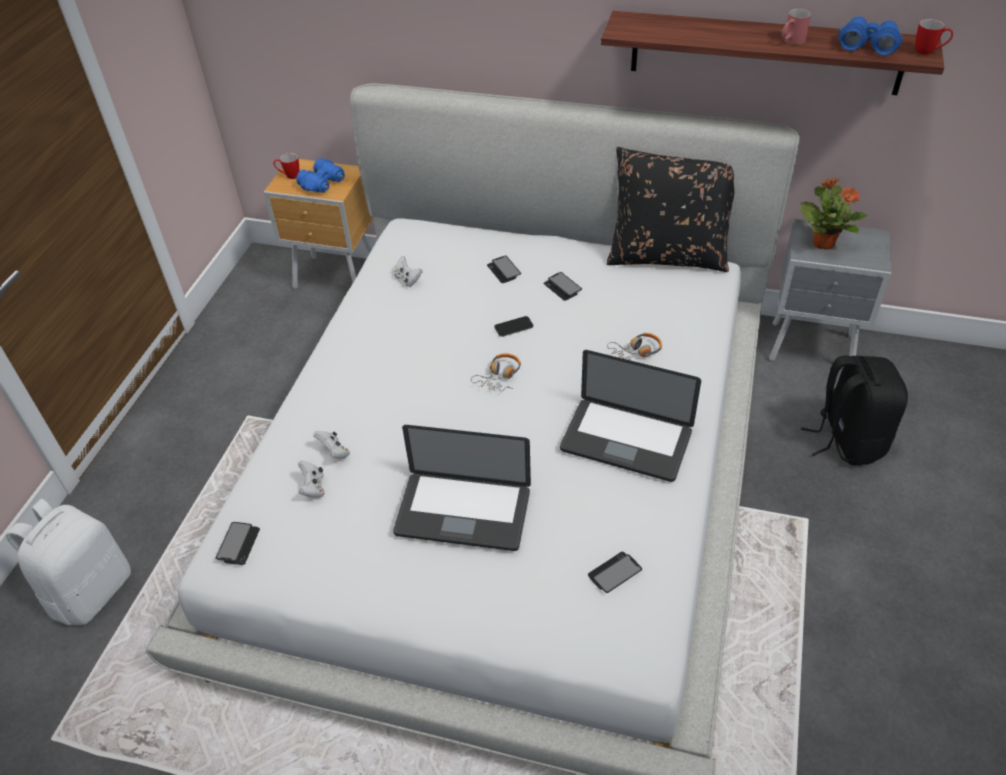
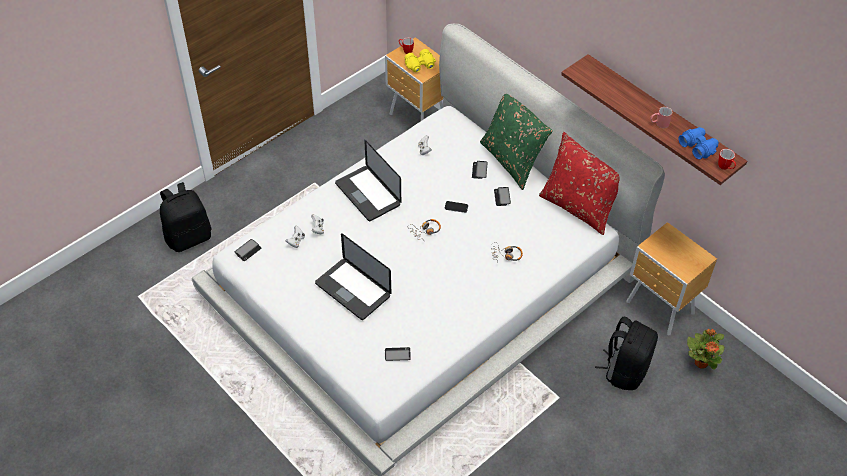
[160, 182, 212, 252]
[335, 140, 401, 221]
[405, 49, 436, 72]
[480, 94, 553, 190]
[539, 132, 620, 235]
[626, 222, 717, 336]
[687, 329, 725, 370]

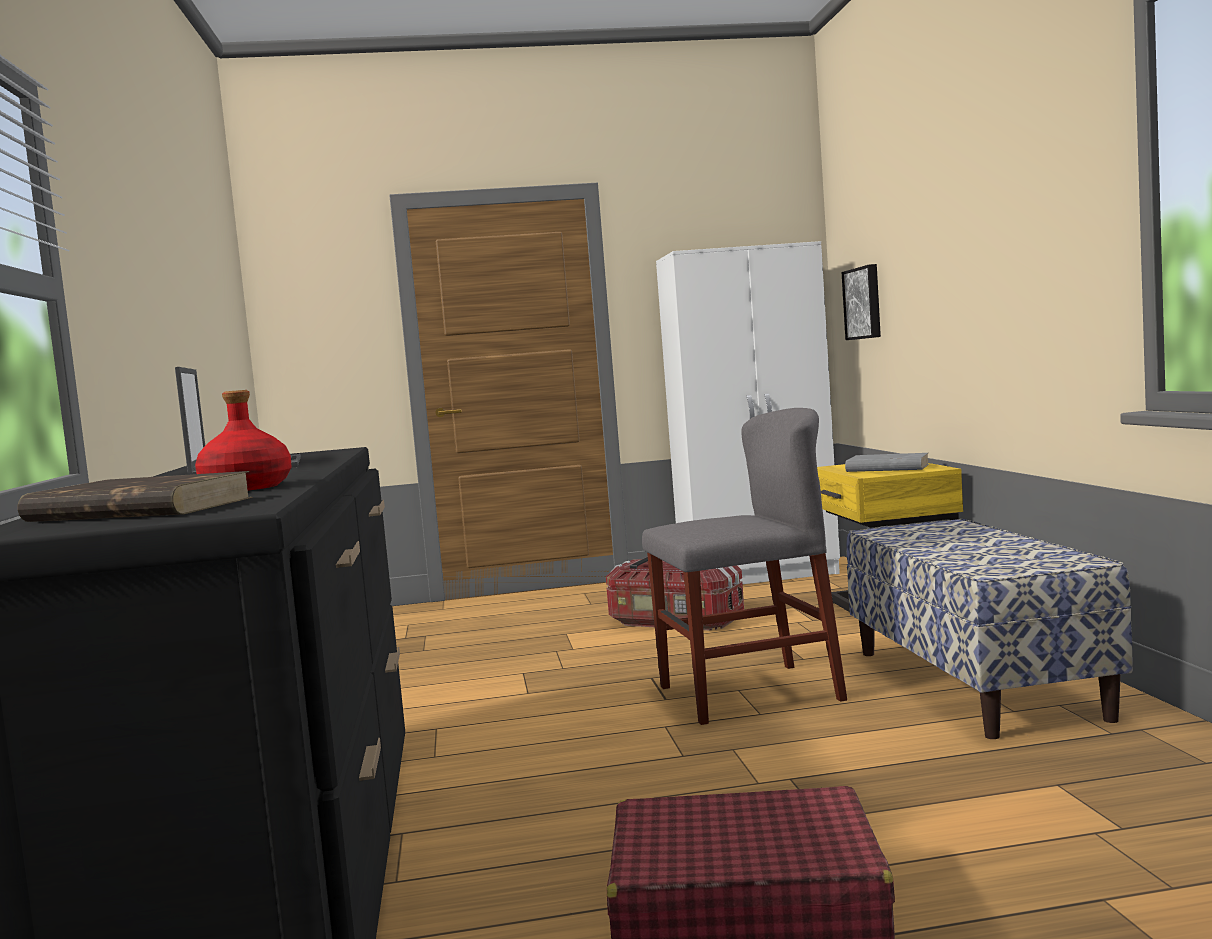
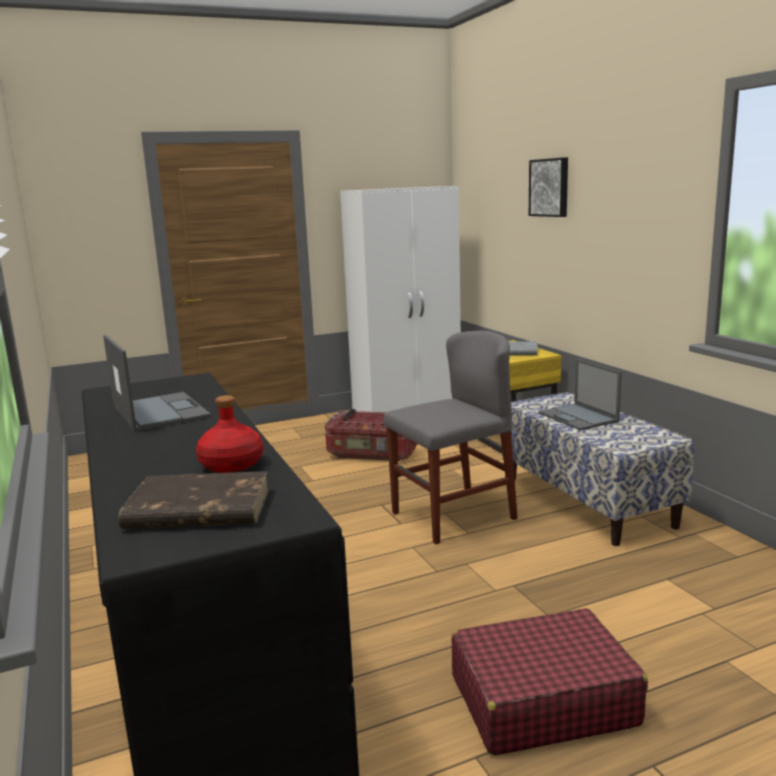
[529, 157, 568, 217]
[538, 359, 622, 430]

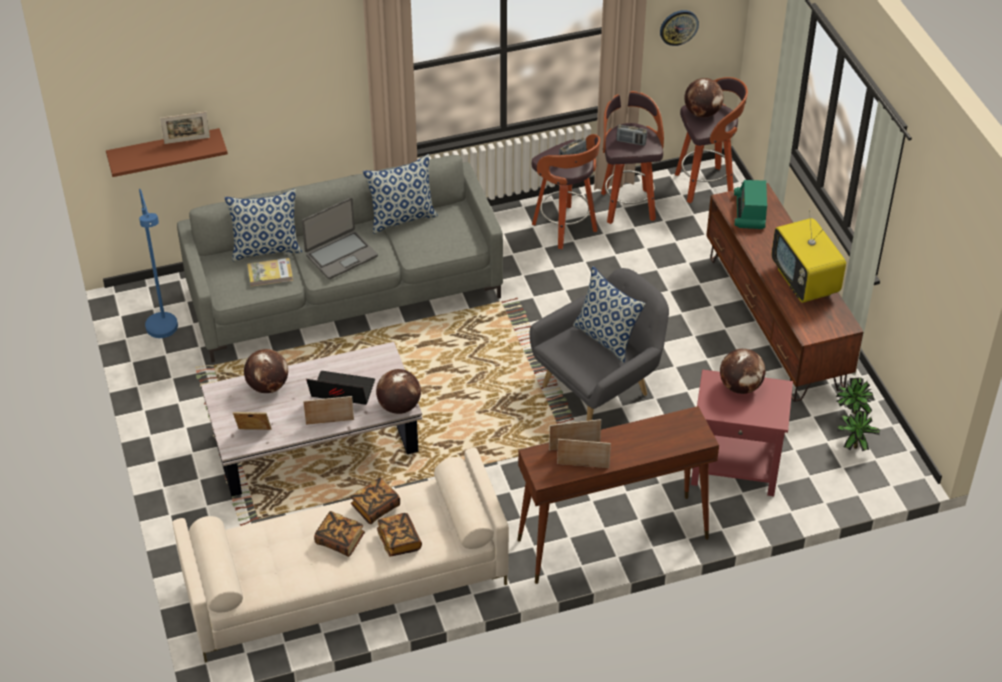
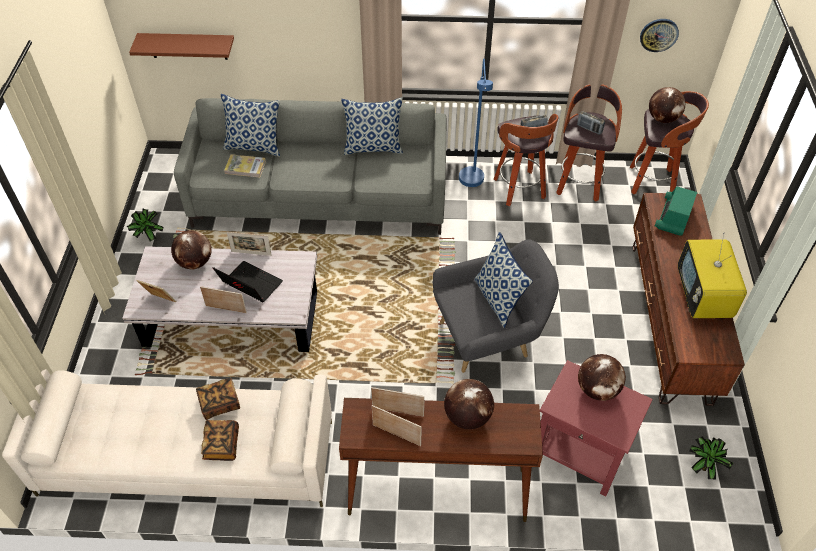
[127, 209, 163, 242]
[227, 232, 272, 256]
[444, 379, 494, 429]
[459, 59, 493, 187]
[302, 198, 378, 279] (first image)
[314, 511, 365, 557] (first image)

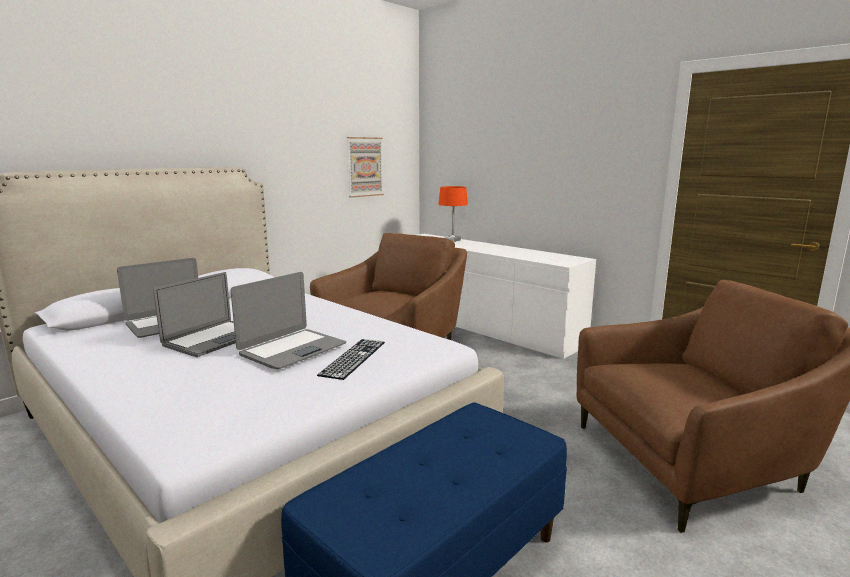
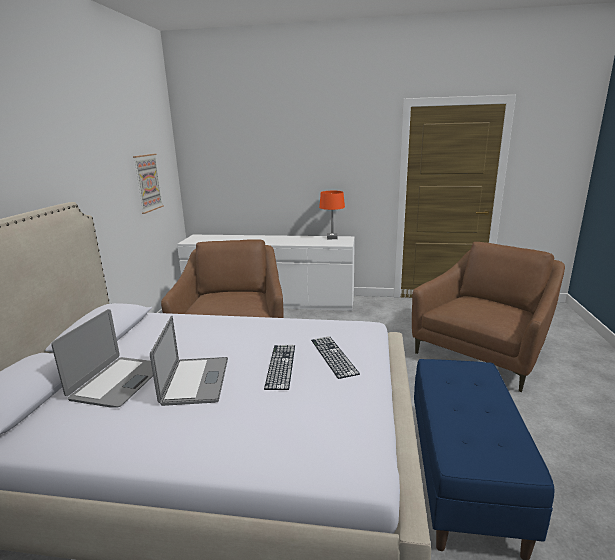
[264, 345, 295, 390]
[319, 191, 345, 239]

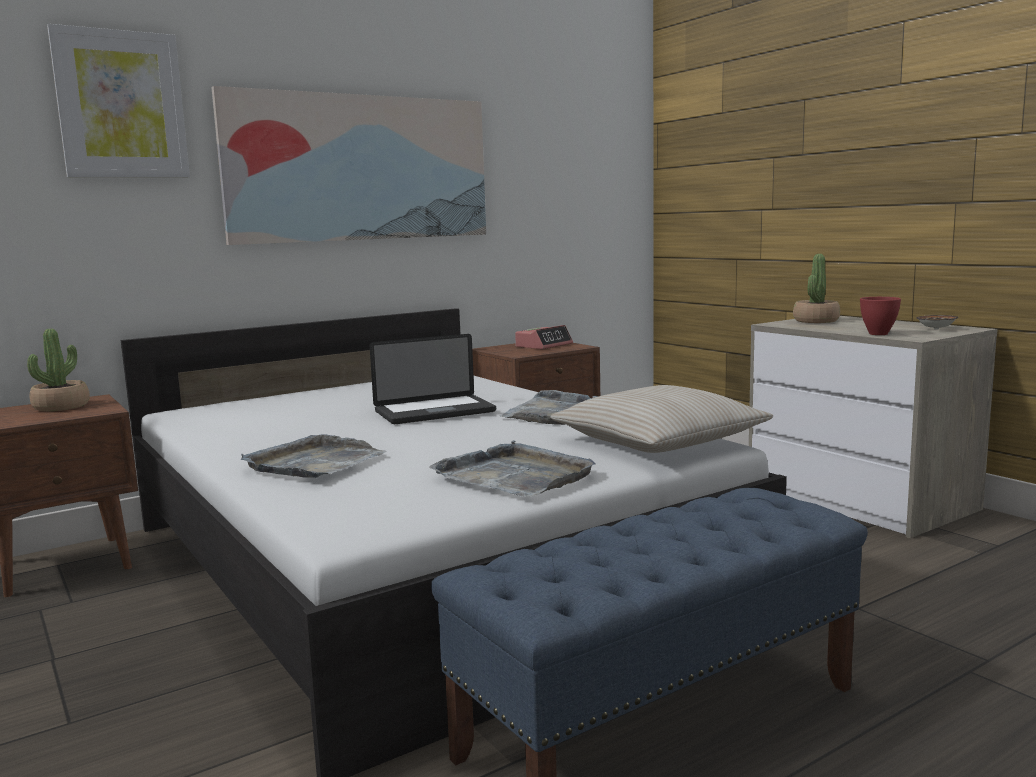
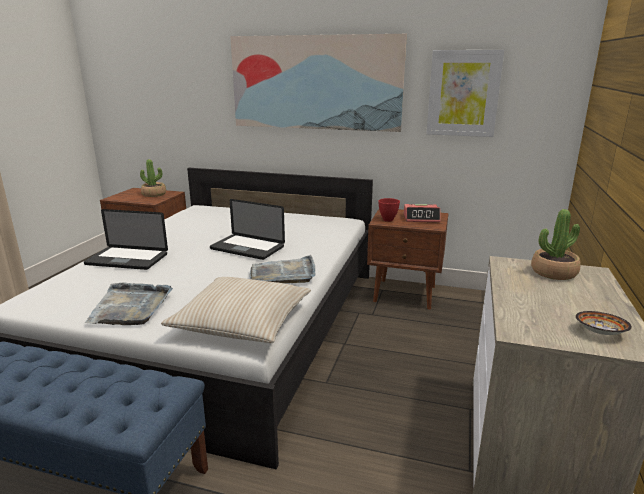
[84, 209, 168, 270]
[378, 198, 400, 222]
[426, 50, 504, 137]

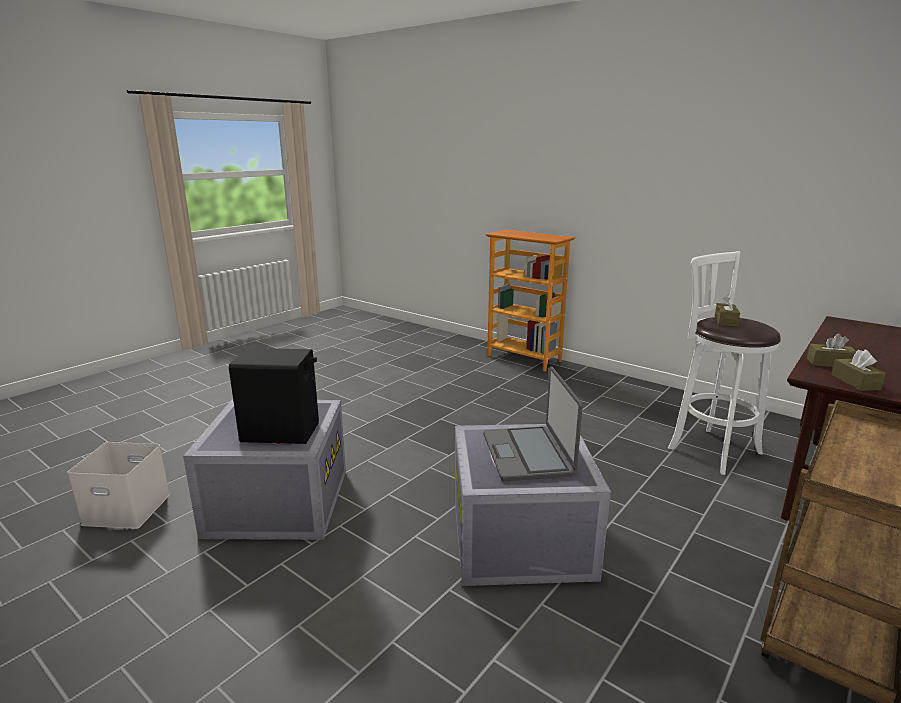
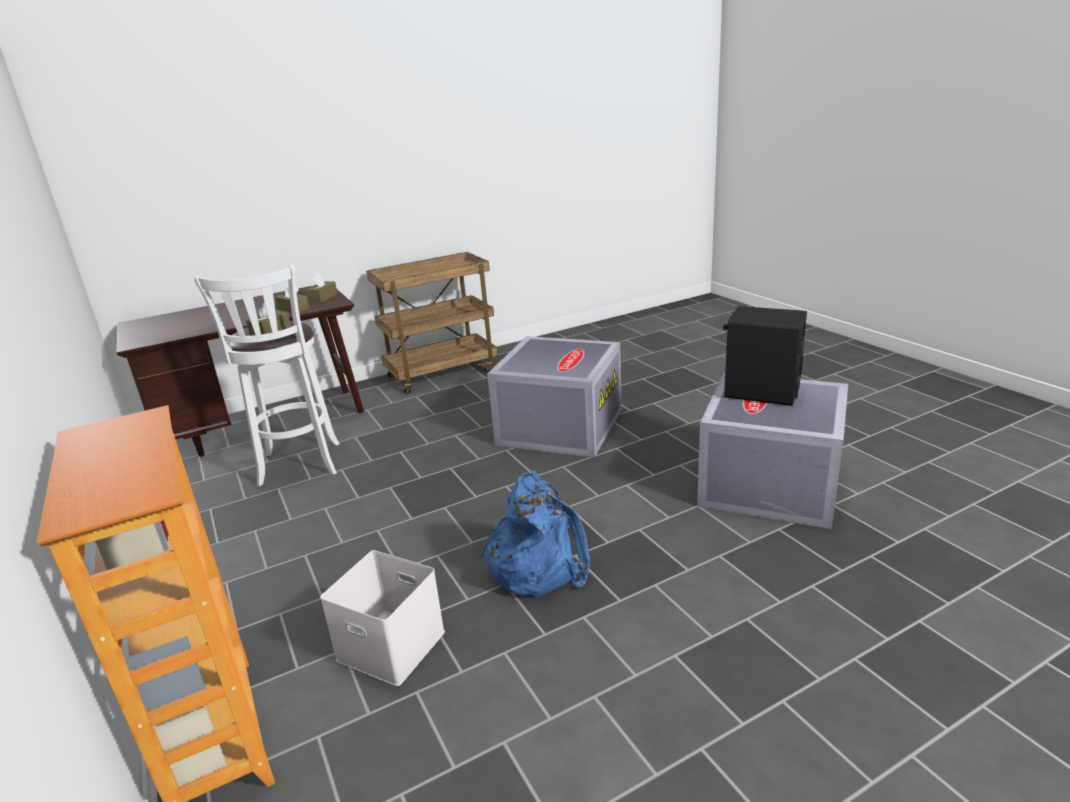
[320, 550, 445, 686]
[479, 470, 590, 597]
[483, 366, 583, 481] (first image)

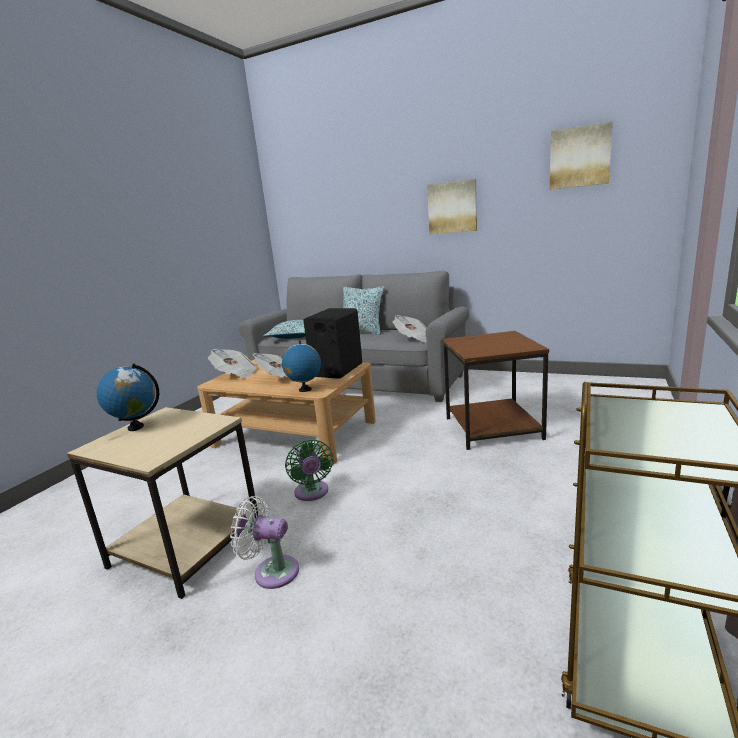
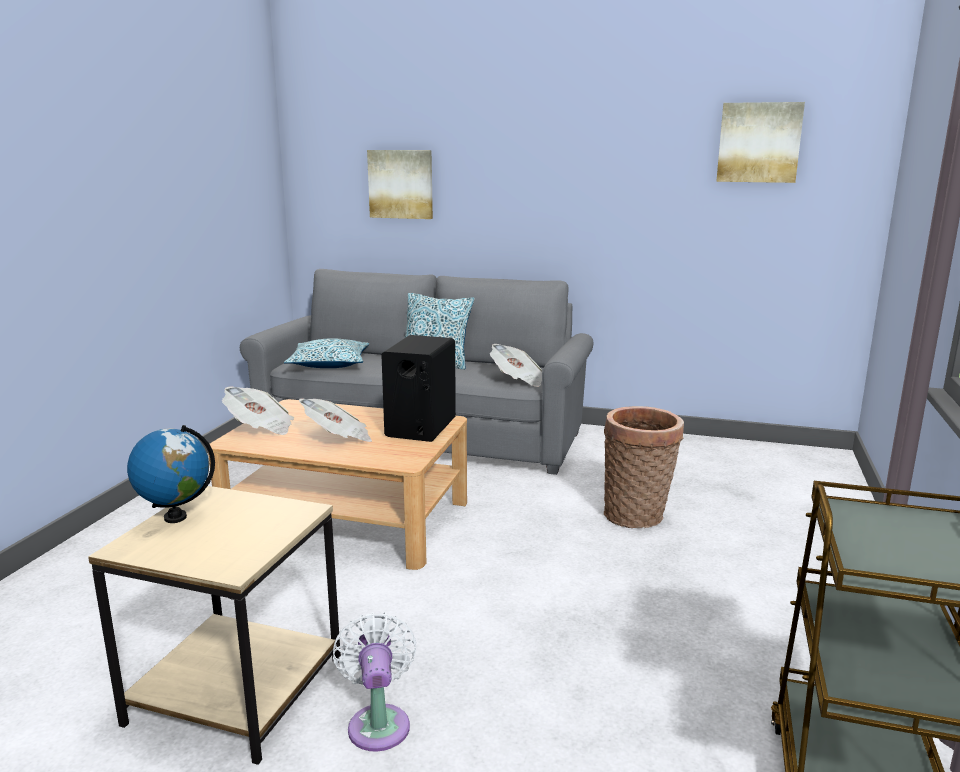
[333, 612, 417, 752]
[367, 150, 433, 219]
[604, 406, 684, 528]
[282, 341, 321, 392] (first image)
[285, 439, 333, 501] (first image)

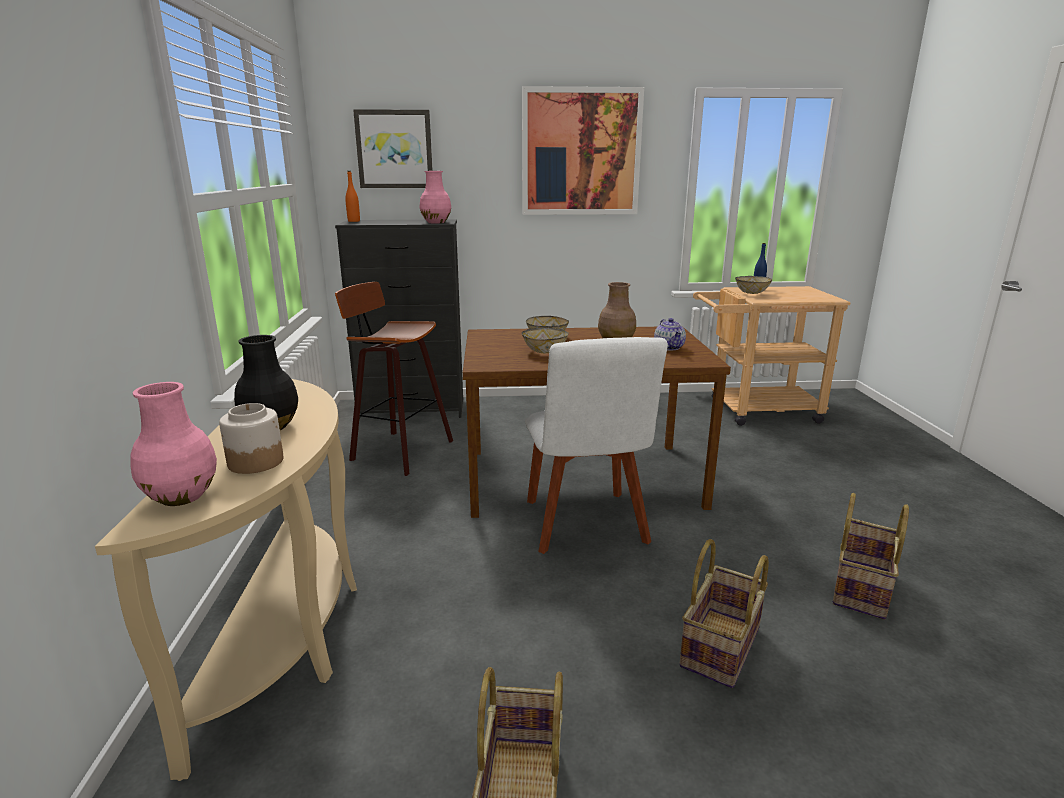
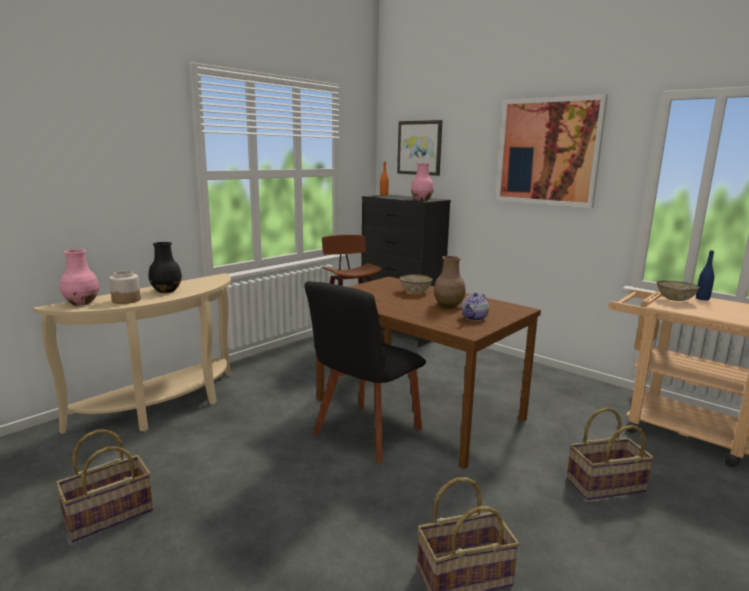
[304, 281, 426, 463]
[567, 407, 654, 500]
[521, 328, 569, 353] (first image)

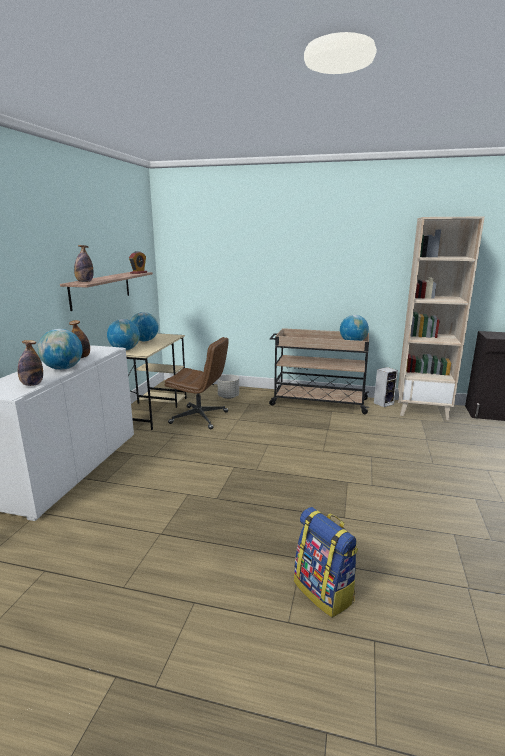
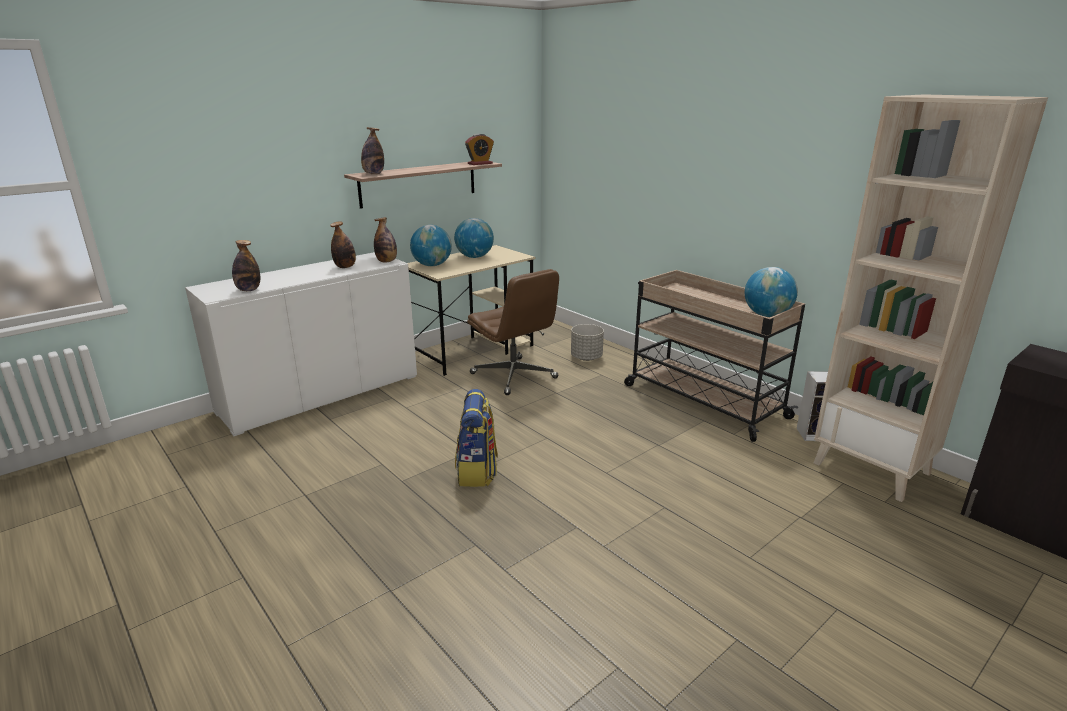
[374, 217, 397, 262]
[455, 389, 498, 487]
[38, 329, 83, 370] (first image)

